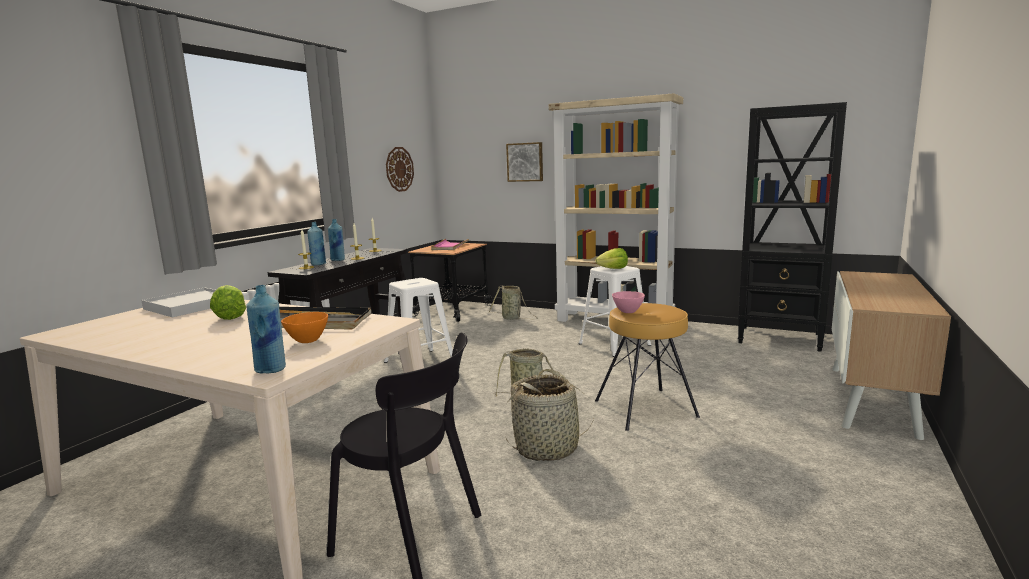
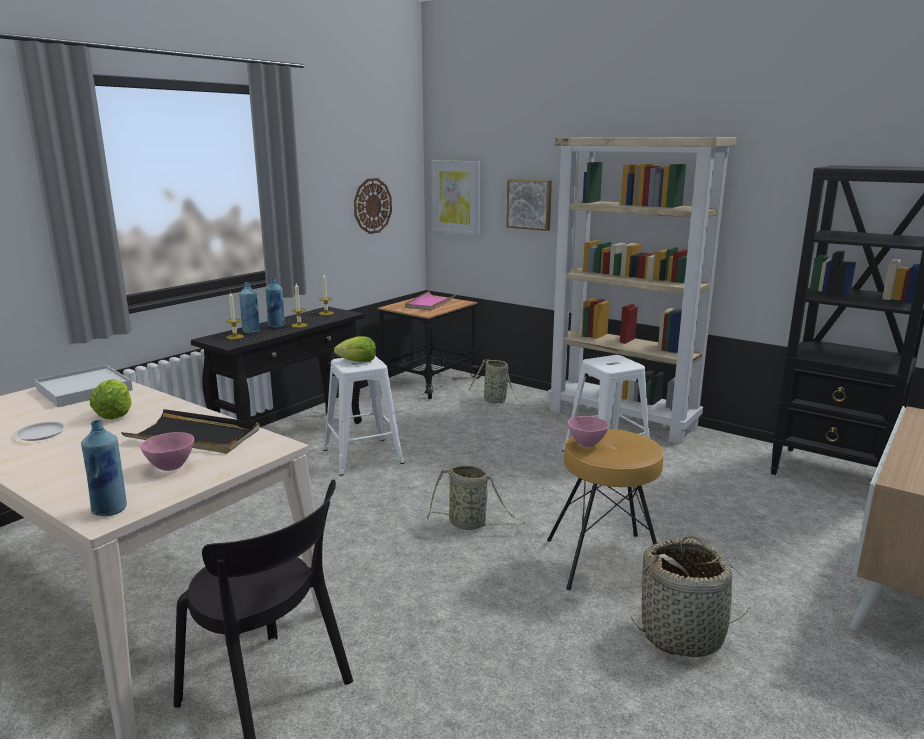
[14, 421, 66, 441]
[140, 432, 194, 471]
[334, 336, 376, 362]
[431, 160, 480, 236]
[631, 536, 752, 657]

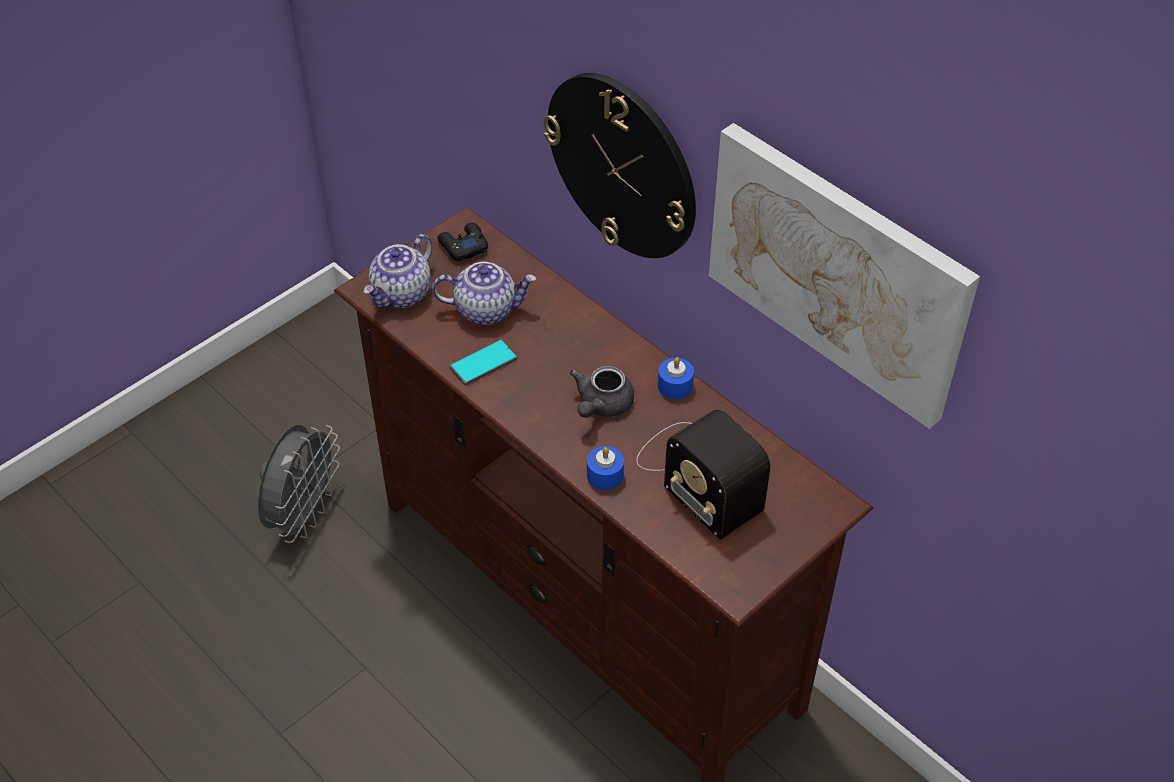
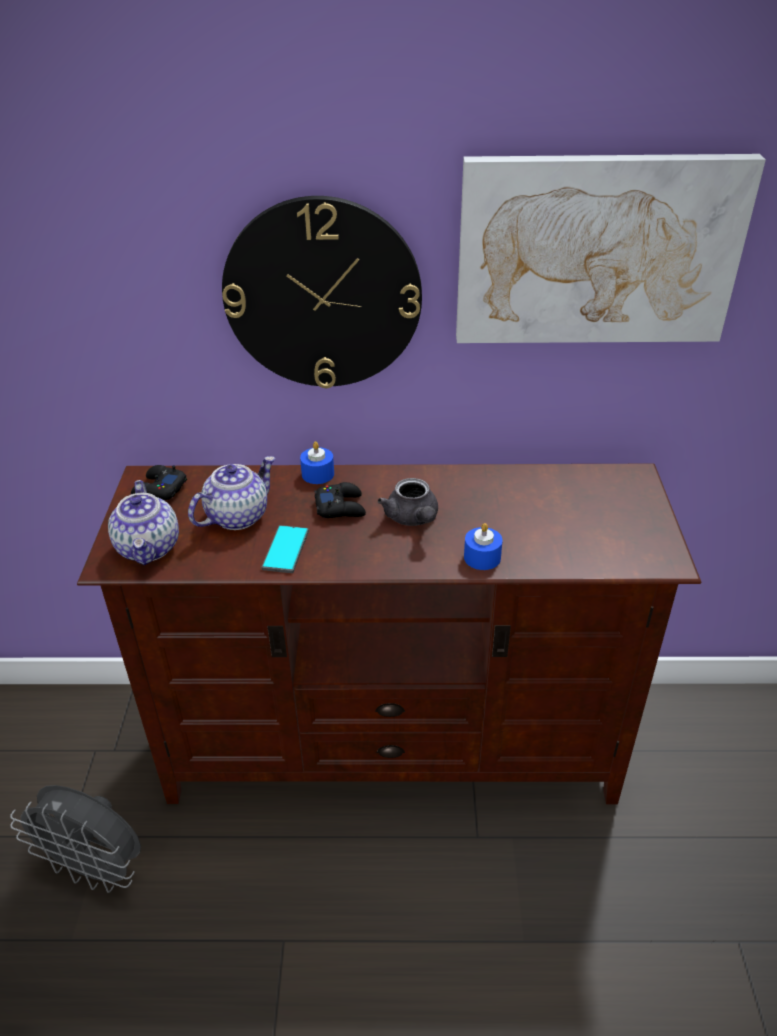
[10, 785, 141, 893]
[300, 441, 334, 484]
[315, 482, 366, 518]
[636, 409, 770, 540] (first image)

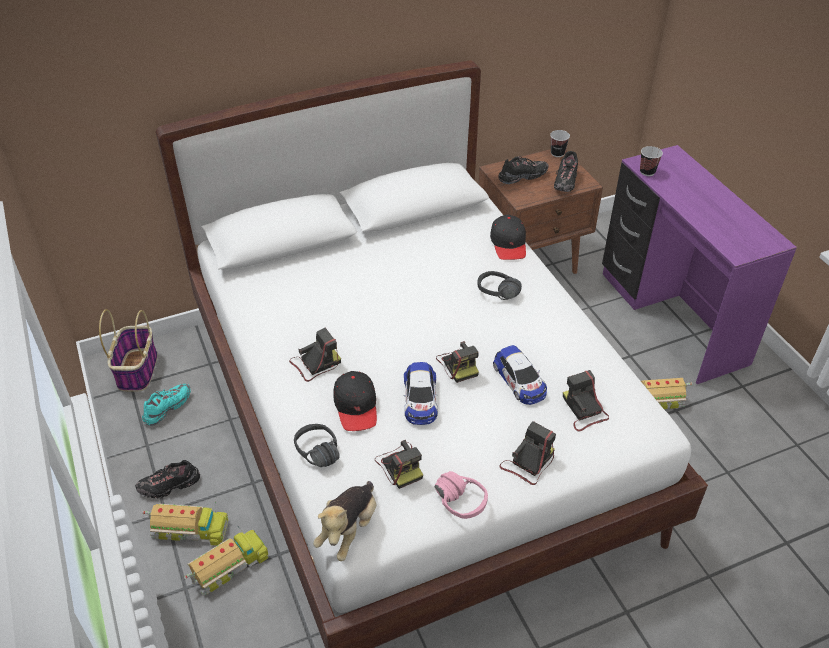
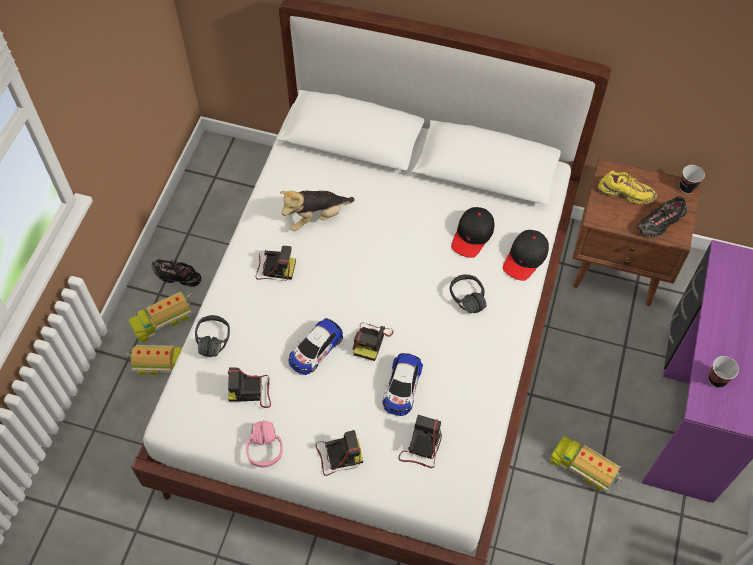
[128, 292, 194, 343]
[228, 367, 271, 408]
[280, 191, 355, 231]
[451, 207, 495, 258]
[598, 171, 657, 204]
[709, 356, 739, 388]
[99, 309, 158, 391] (first image)
[142, 384, 191, 426] (first image)

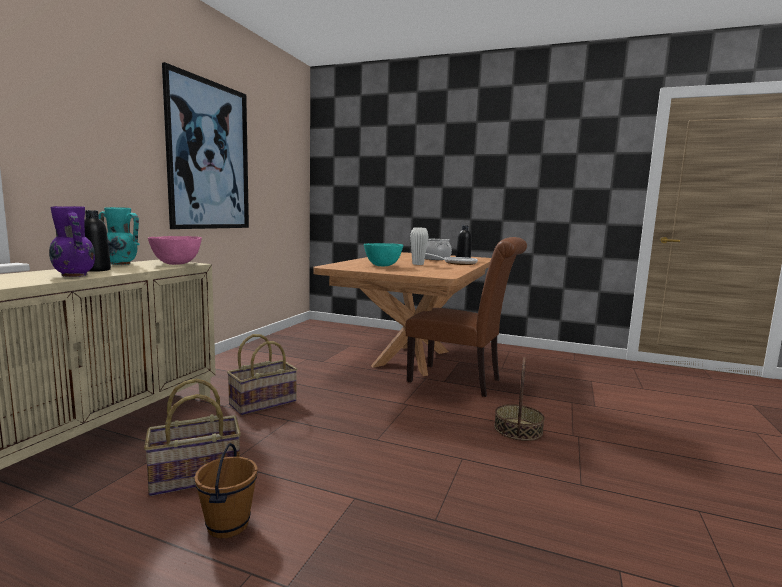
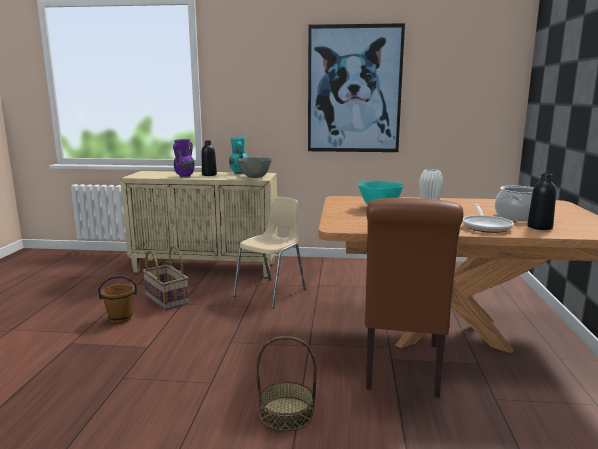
[233, 197, 306, 308]
[238, 157, 272, 178]

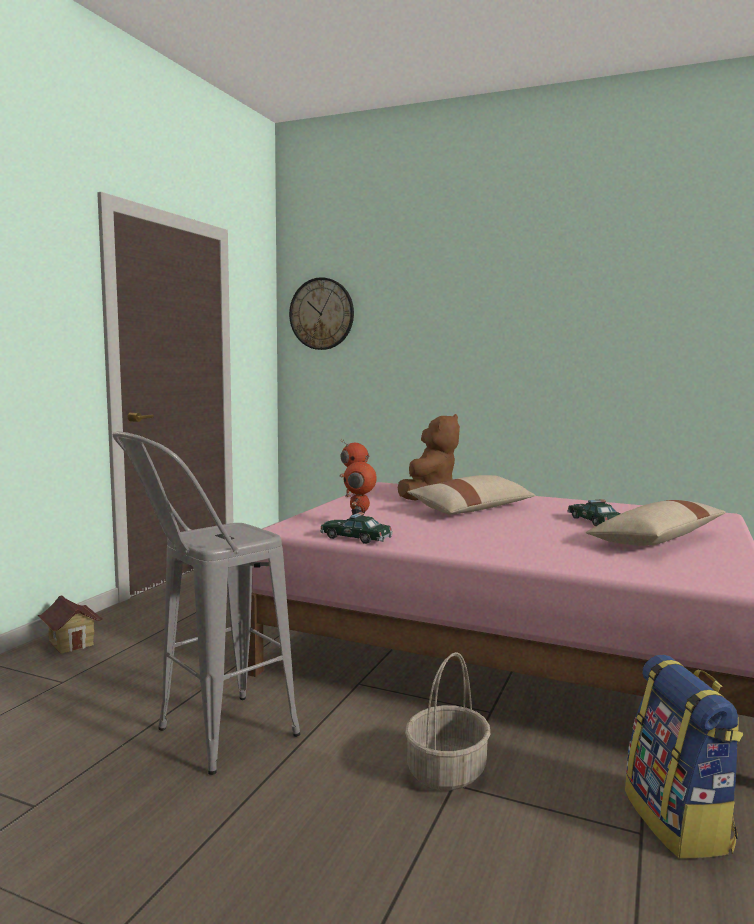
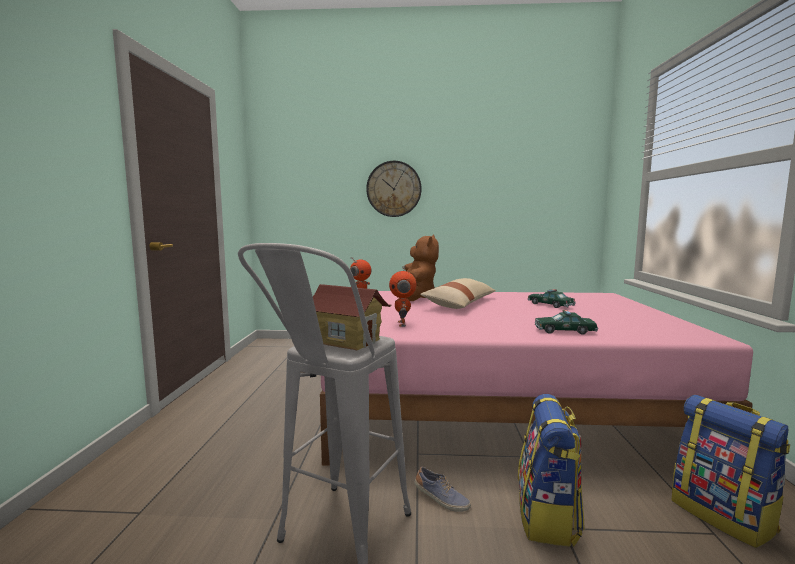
[313, 284, 392, 350]
[366, 161, 422, 217]
[414, 467, 471, 512]
[518, 394, 584, 547]
[535, 310, 598, 335]
[586, 500, 726, 546] (first image)

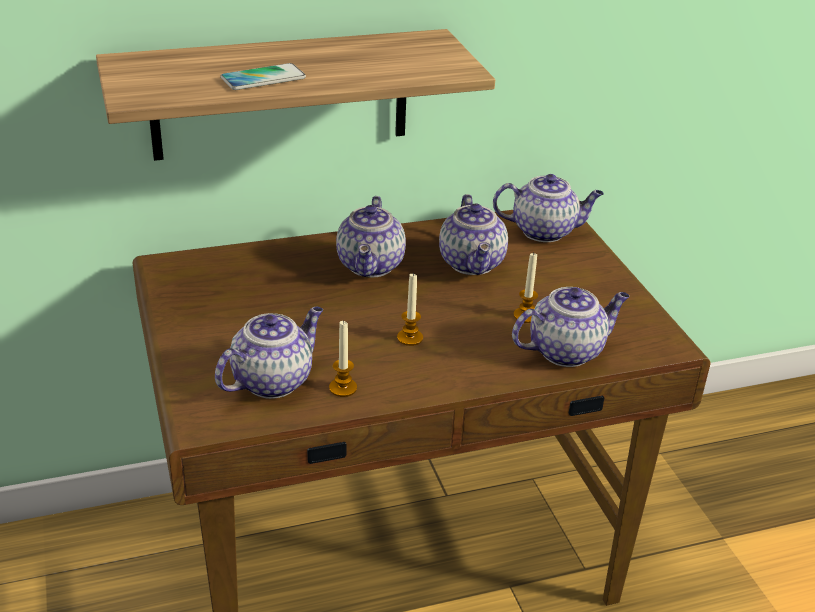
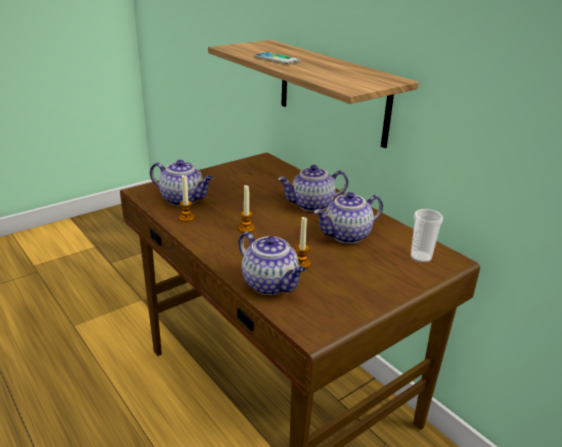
[411, 209, 443, 263]

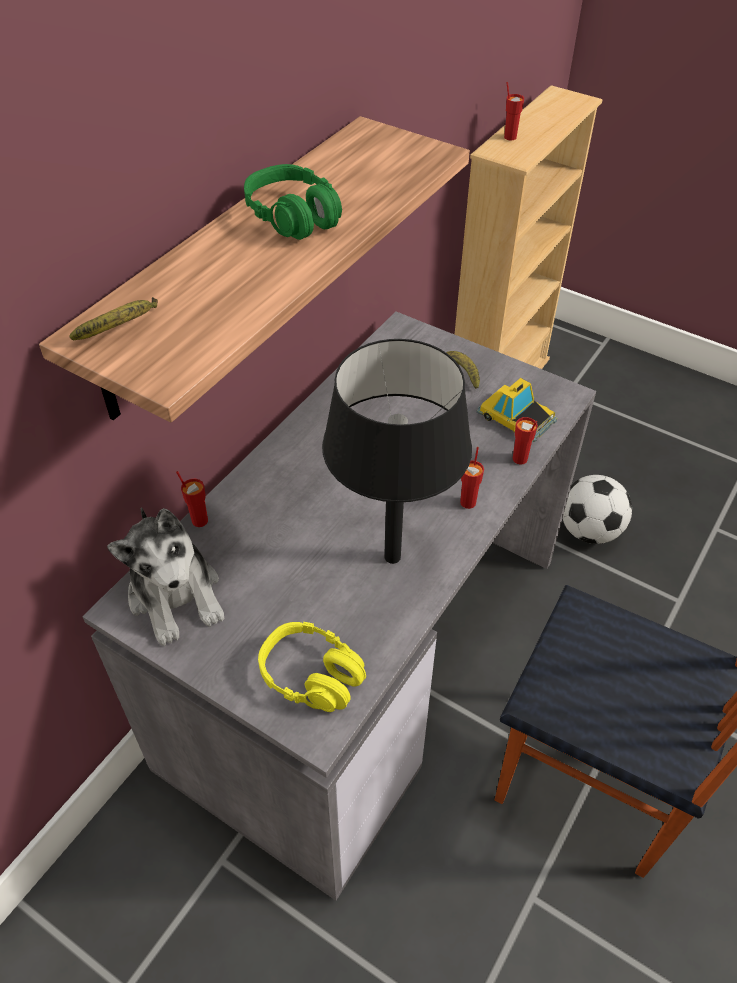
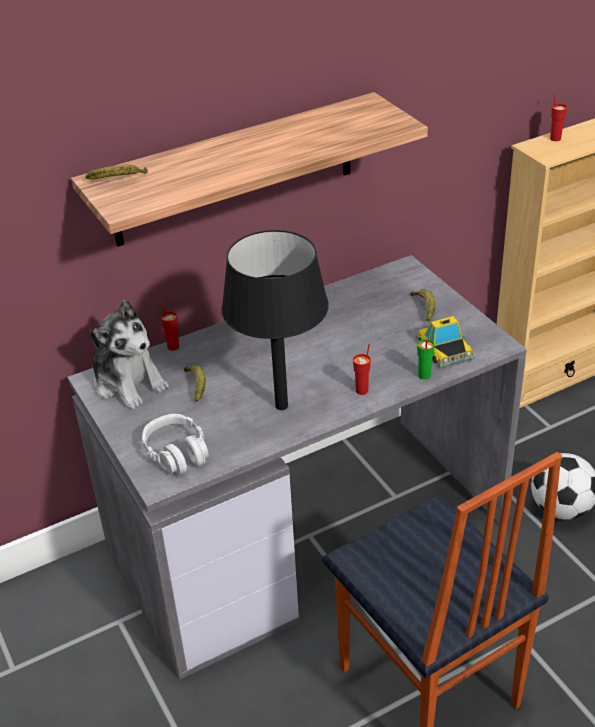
[90, 300, 169, 410]
[142, 414, 209, 475]
[184, 365, 206, 402]
[417, 339, 435, 380]
[244, 164, 342, 240] (first image)

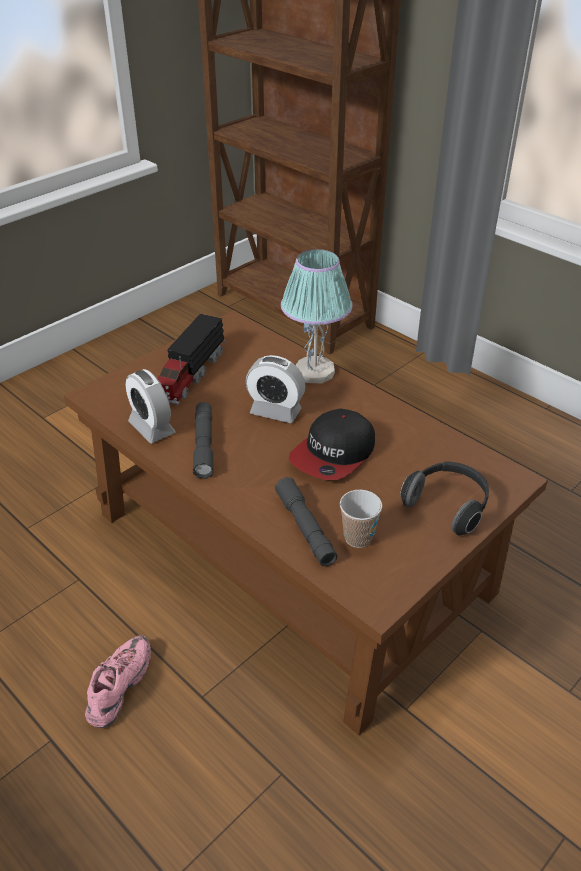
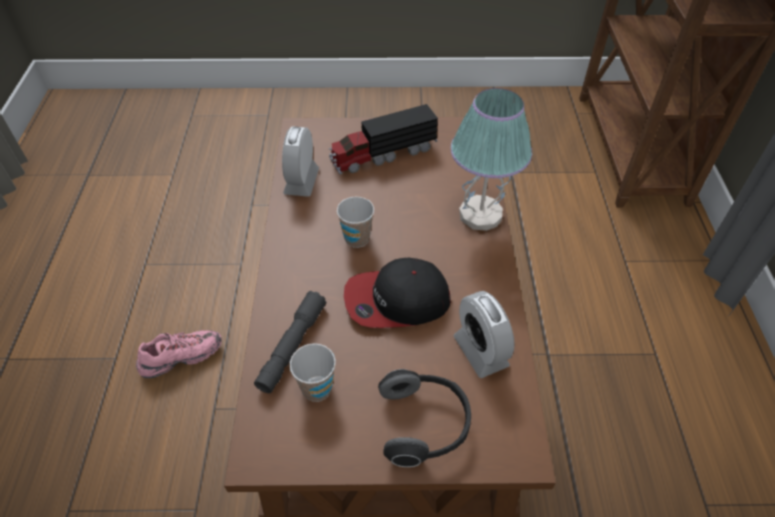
[337, 197, 374, 248]
[454, 291, 515, 378]
[193, 402, 214, 479] (first image)

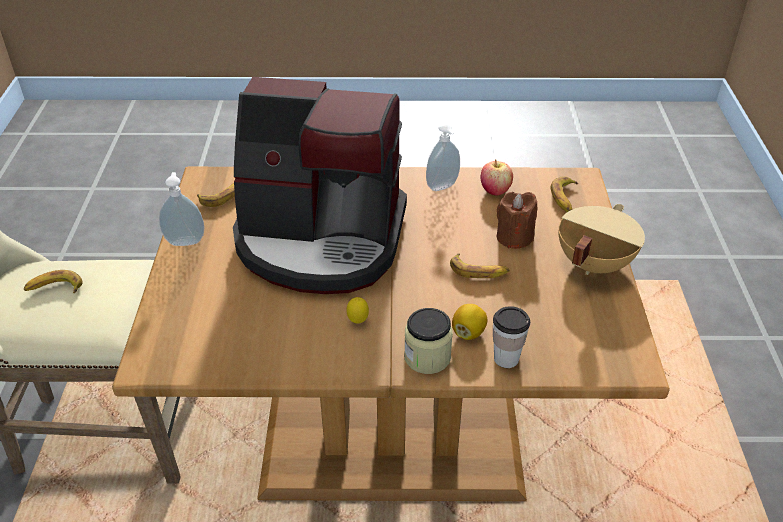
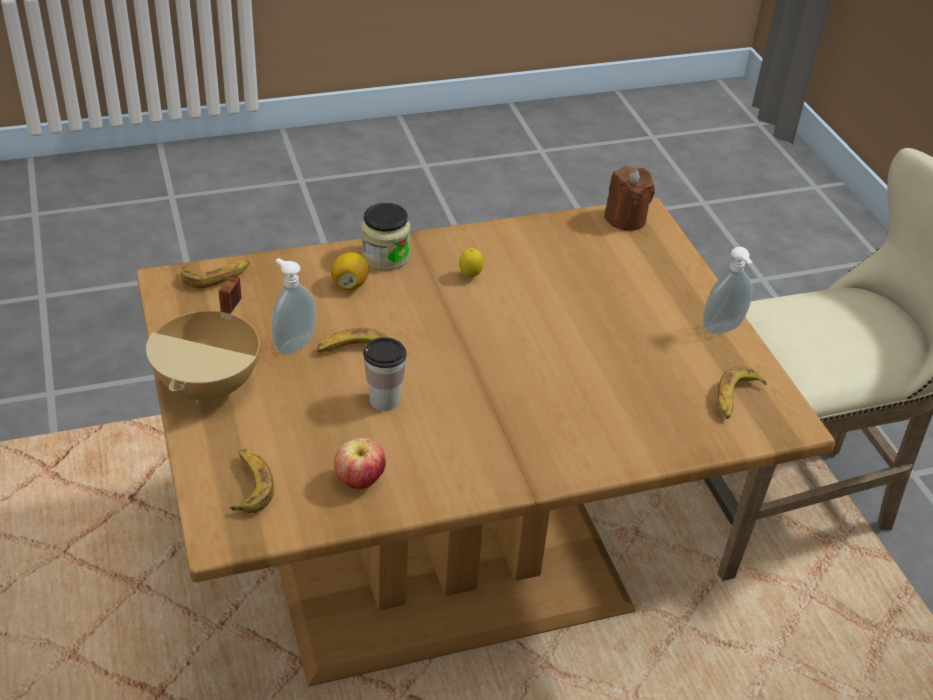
[181, 260, 250, 288]
[271, 258, 316, 355]
[363, 337, 407, 411]
[604, 166, 655, 231]
[233, 77, 407, 294] (first image)

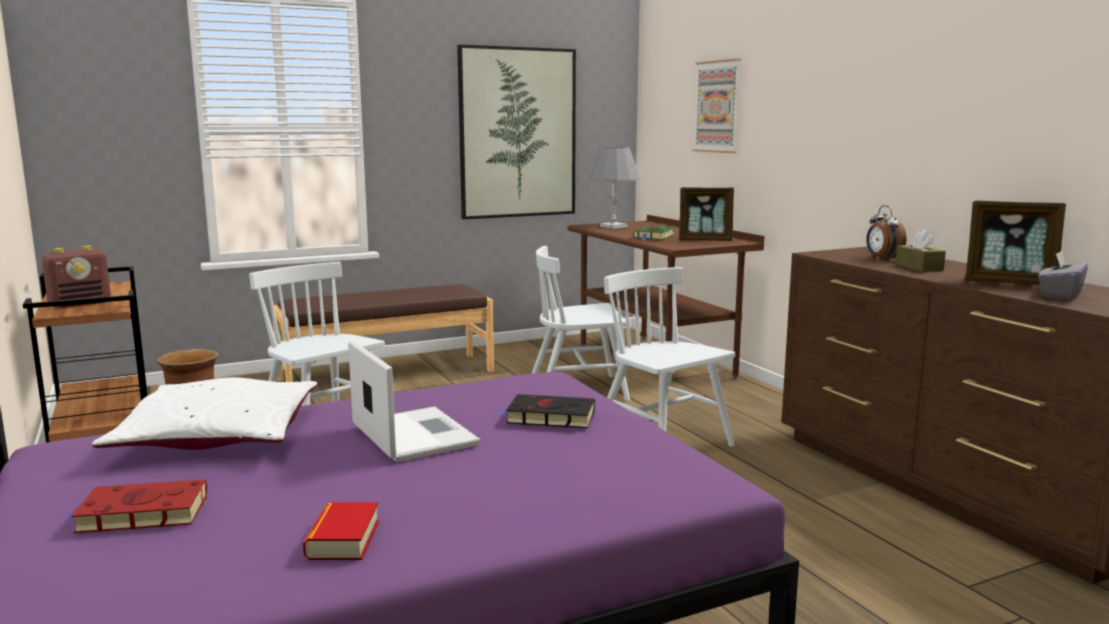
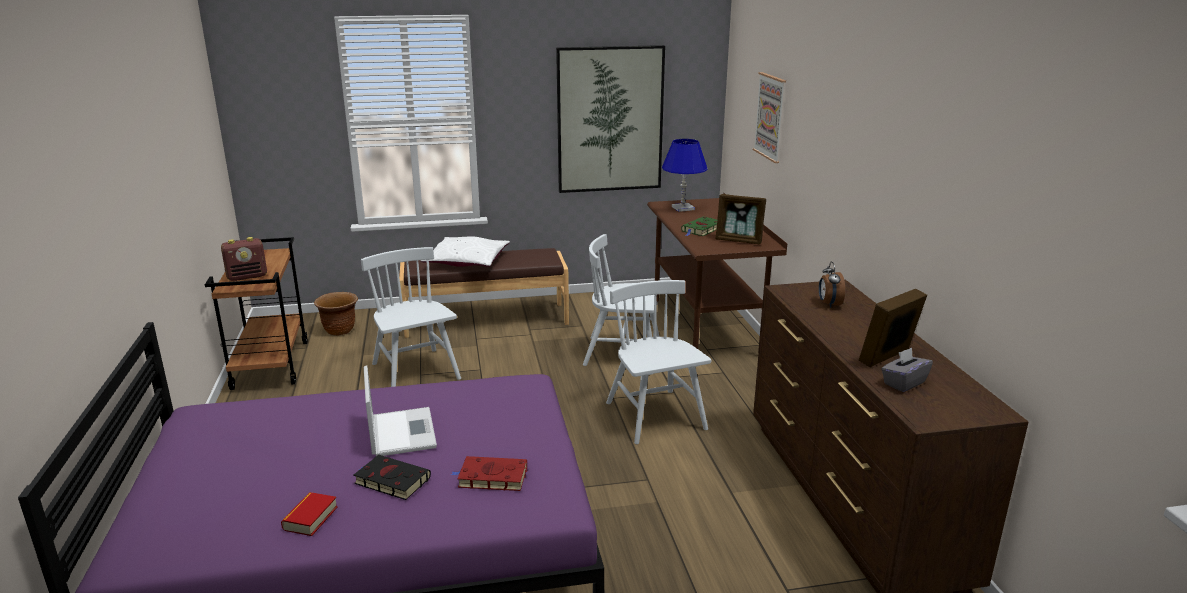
[353, 455, 431, 500]
[421, 236, 510, 267]
[451, 456, 527, 491]
[662, 139, 708, 212]
[859, 289, 927, 367]
[895, 229, 946, 272] (first image)

